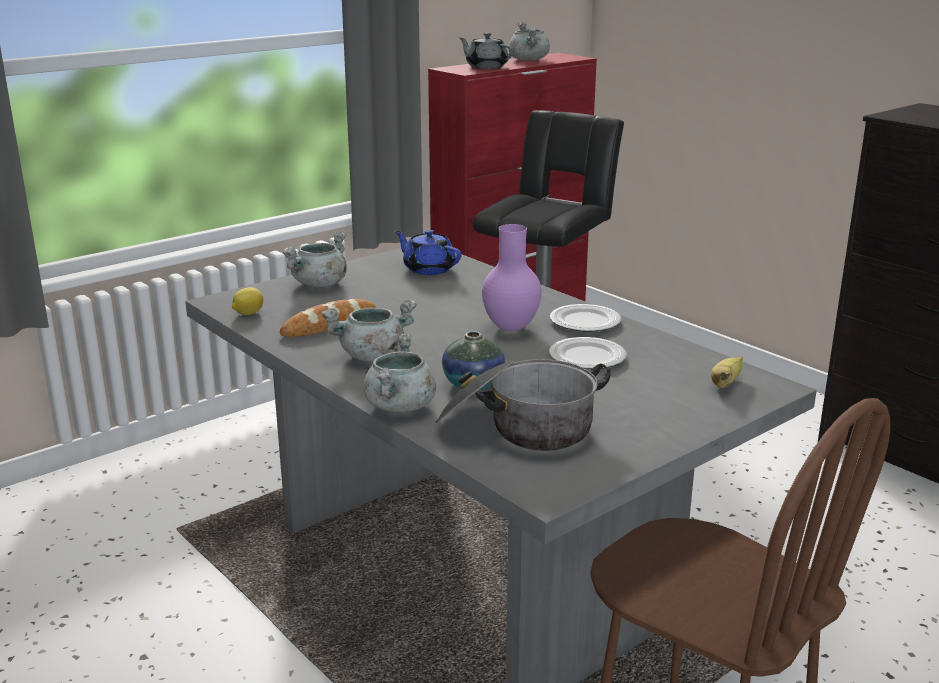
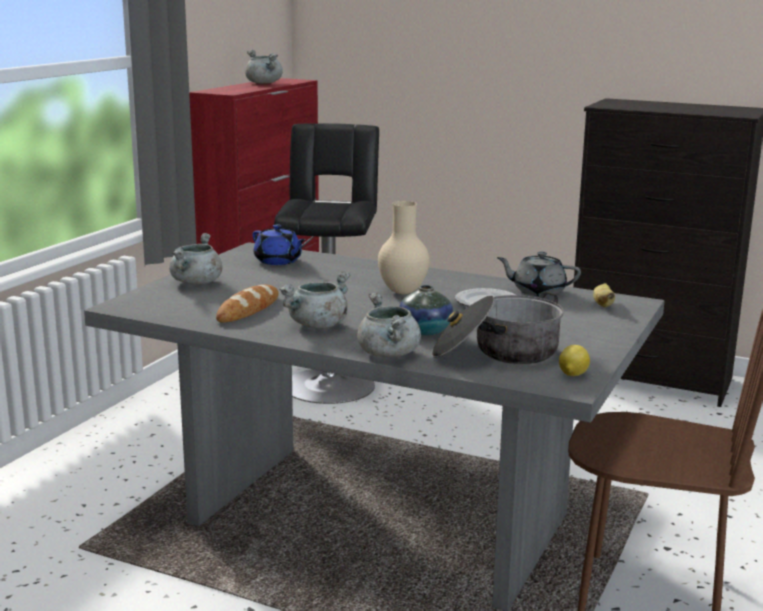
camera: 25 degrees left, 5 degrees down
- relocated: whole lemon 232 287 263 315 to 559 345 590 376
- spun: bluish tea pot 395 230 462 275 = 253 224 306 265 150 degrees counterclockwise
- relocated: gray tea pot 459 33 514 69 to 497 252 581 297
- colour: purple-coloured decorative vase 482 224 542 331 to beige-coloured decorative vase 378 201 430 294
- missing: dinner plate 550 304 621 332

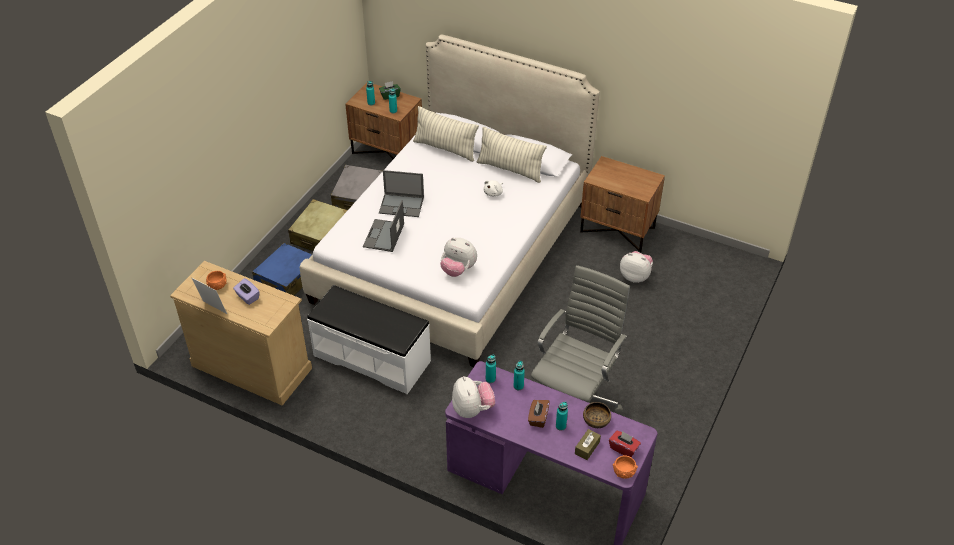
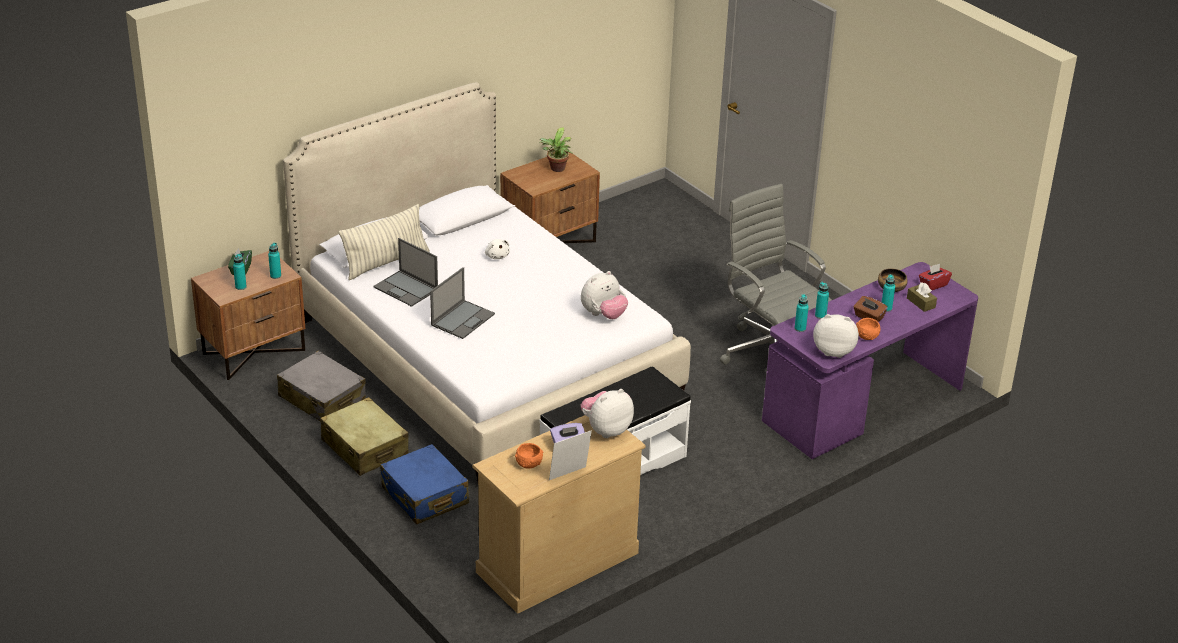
camera: 65 degrees left, 10 degrees down
- relocated: laptop 363 200 404 252 to 374 238 438 307
- missing: pillow 476 127 547 183
- relocated: orangey bowl 613 455 638 479 to 856 318 880 340
- relocated: cuddly toy 620 251 653 283 to 580 389 634 438
- appeared: plant in a pot 539 127 573 172

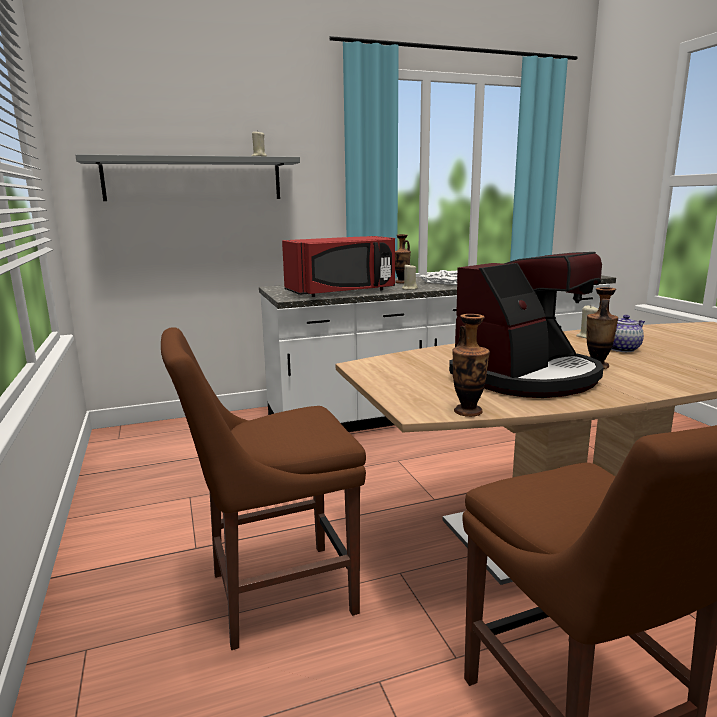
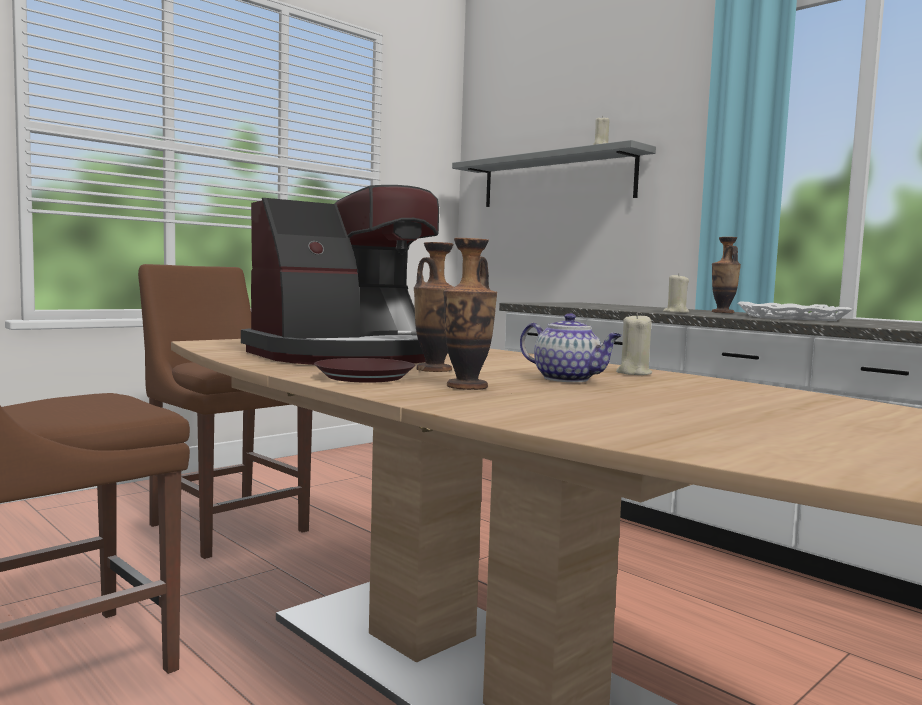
camera: 65 degrees right, 10 degrees down
- missing: reddish kitchen microwave 282 236 395 297
- spun: coffee brewer 449 252 604 398 = 241 185 439 365 60 degrees counterclockwise
- relocated: decorative vase 452 314 490 417 to 443 238 497 390
- appeared: brownish dinner plate 314 358 415 383

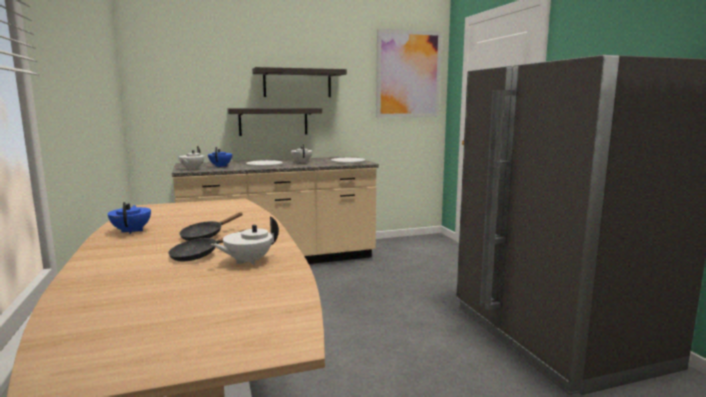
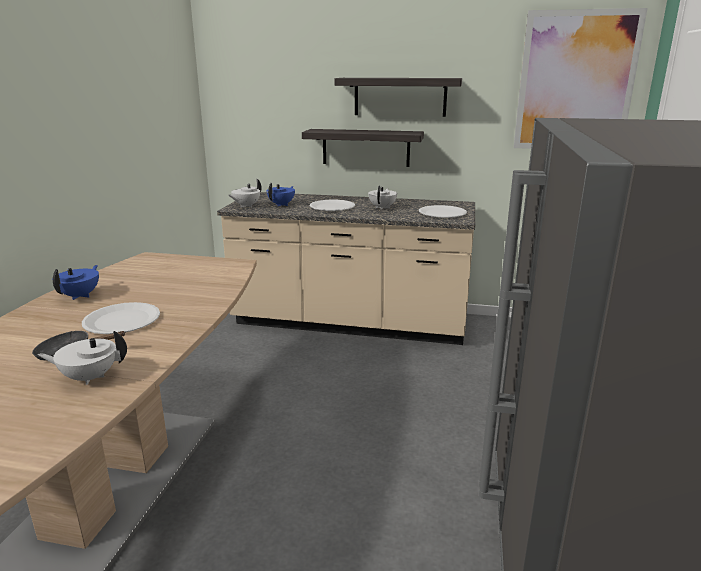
camera: 30 degrees right, 10 degrees up
- exchanged: black-coloured skillet 179 213 243 241 to whitish dinner plate 82 302 160 334

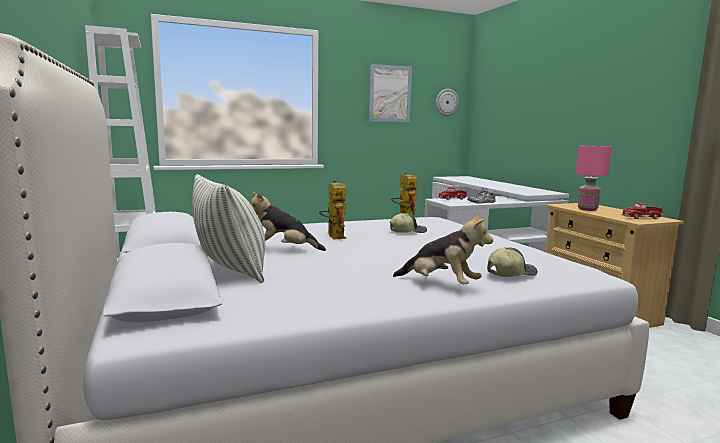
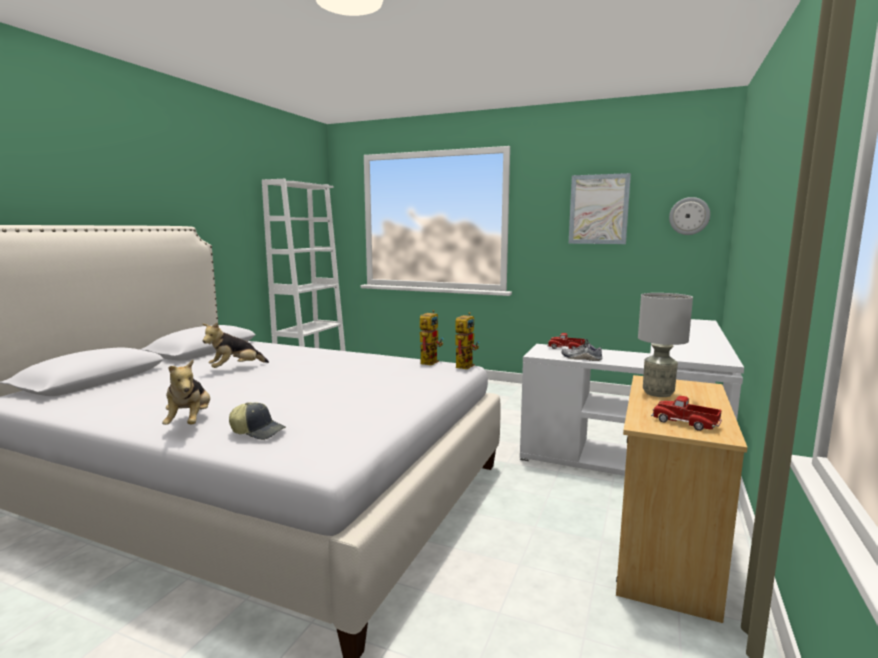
camera: 45 degrees right, 0 degrees up
- missing: pillow 192 174 265 283
- spun: cuddly toy 251 192 326 251 = 202 323 269 368 90 degrees counterclockwise
- relocated: robot figure 319 180 346 240 to 455 312 480 369
- missing: cap 390 213 427 233
- colour: pink lamp for a table 576 146 612 211 to gray lamp for a table 638 293 693 397

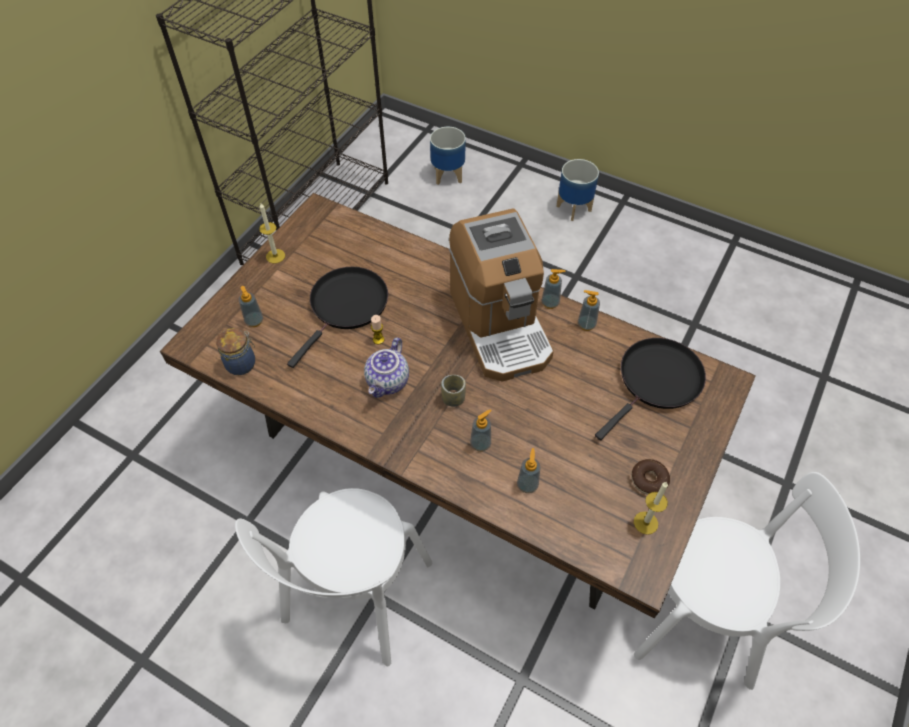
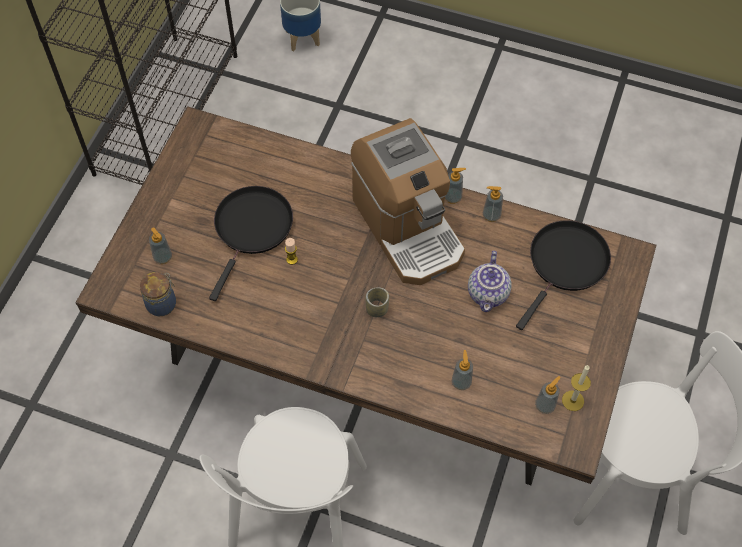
camera: 10 degrees left, 5 degrees up
- missing: wax light 259 203 285 263
- relocated: tea pot 364 338 409 398 to 468 251 512 312
- relocated: liquid soap bottle 470 409 492 452 to 535 376 560 414
- missing: planter 556 159 599 221
- missing: ring doughnut 631 459 670 495

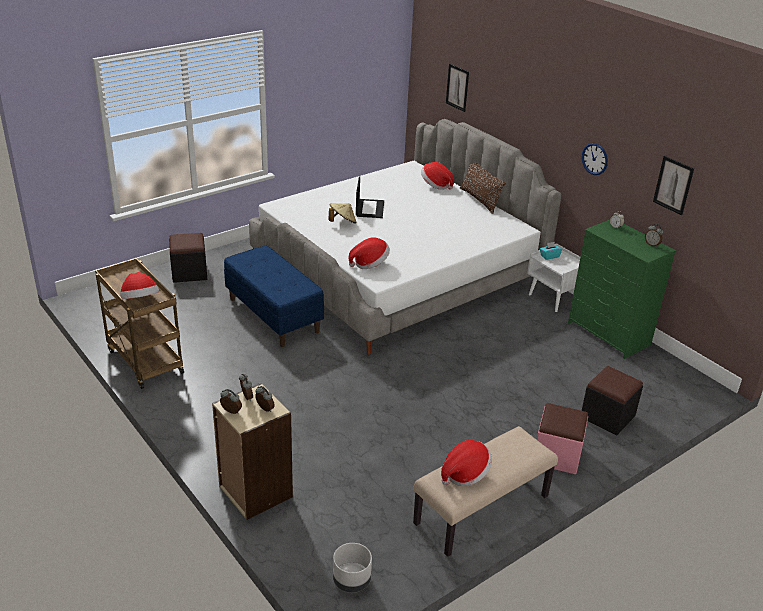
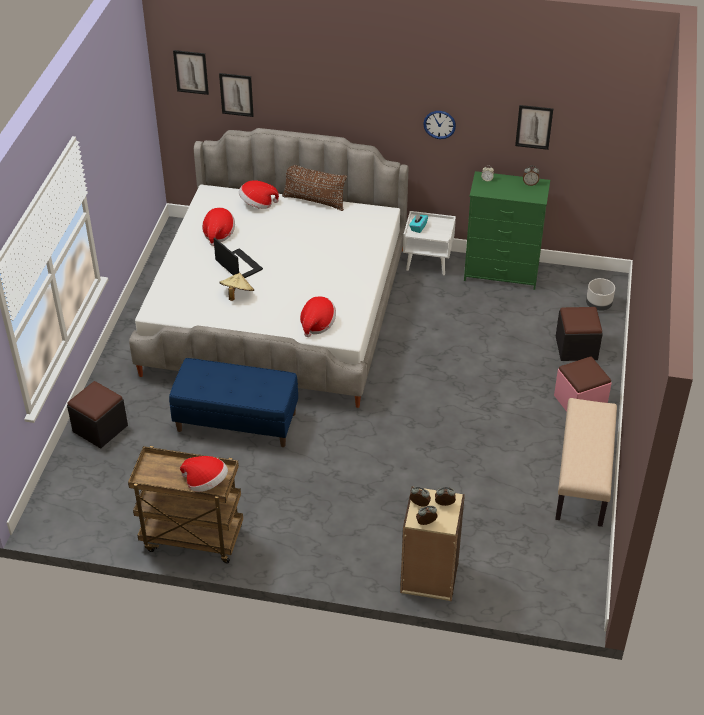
camera: 40 degrees left, 10 degrees up
- relocated: gray planter 333 543 372 593 to 586 278 615 311
- relocated: hat 441 440 492 486 to 202 208 235 246
- appeared: picture 173 50 209 95

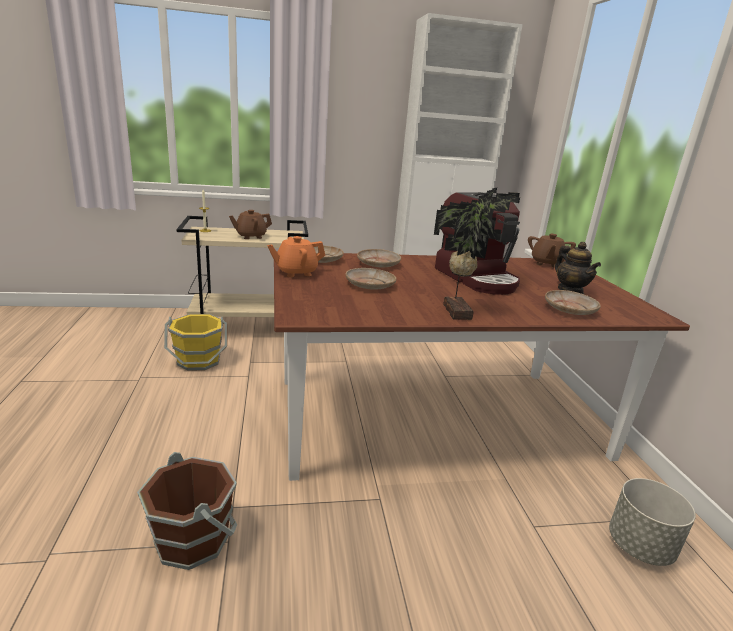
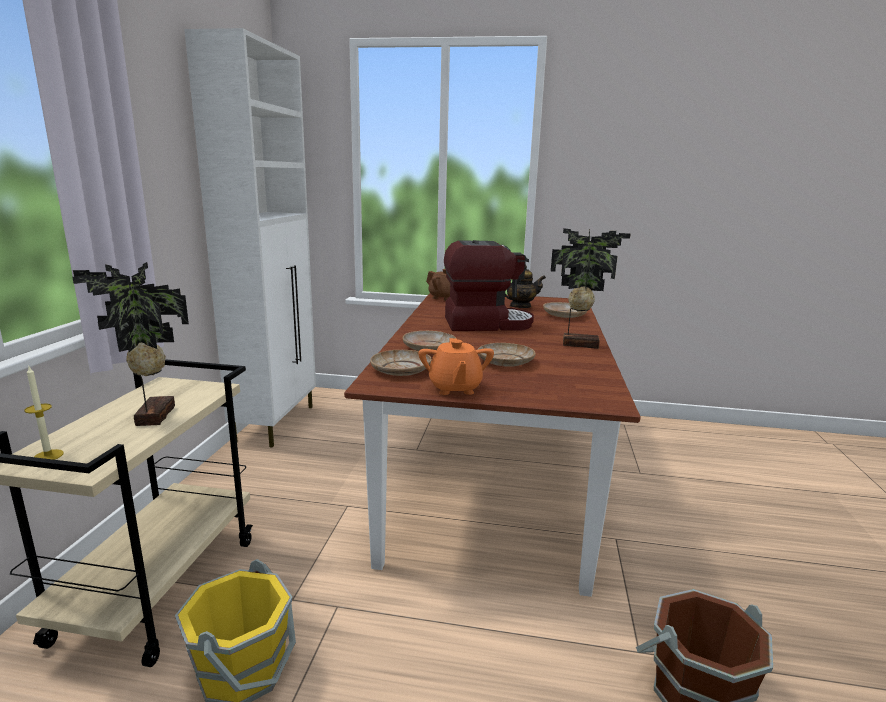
camera: 70 degrees left, 5 degrees down
- exchanged: brownish tea pot 229 210 272 239 to plant in a pot 72 262 189 426
- missing: gray planter 609 478 696 566

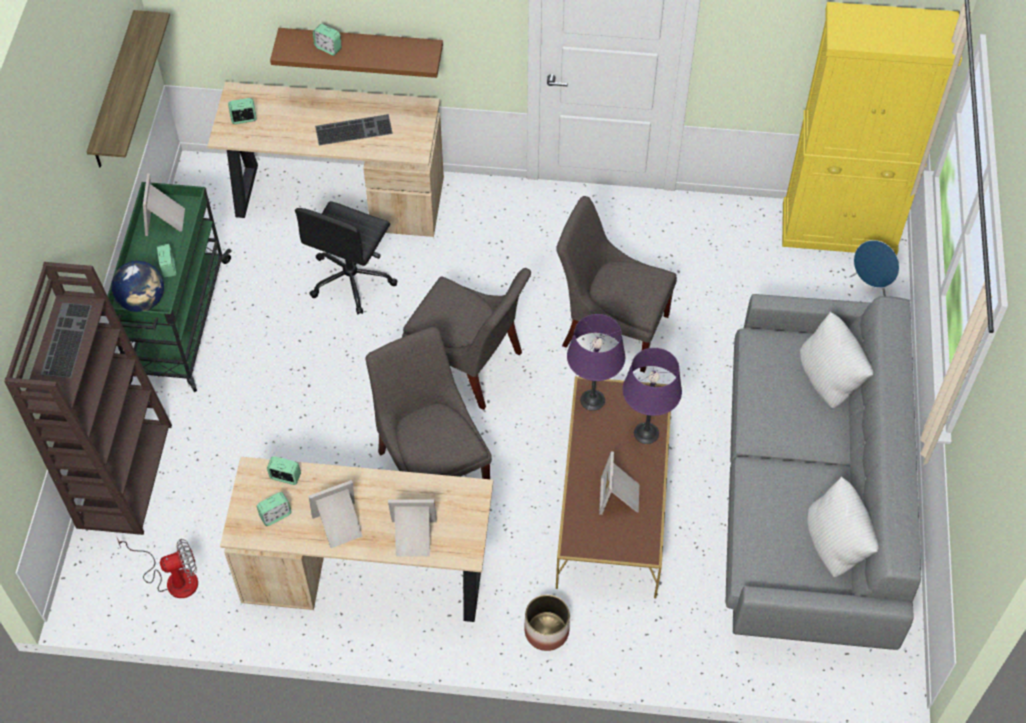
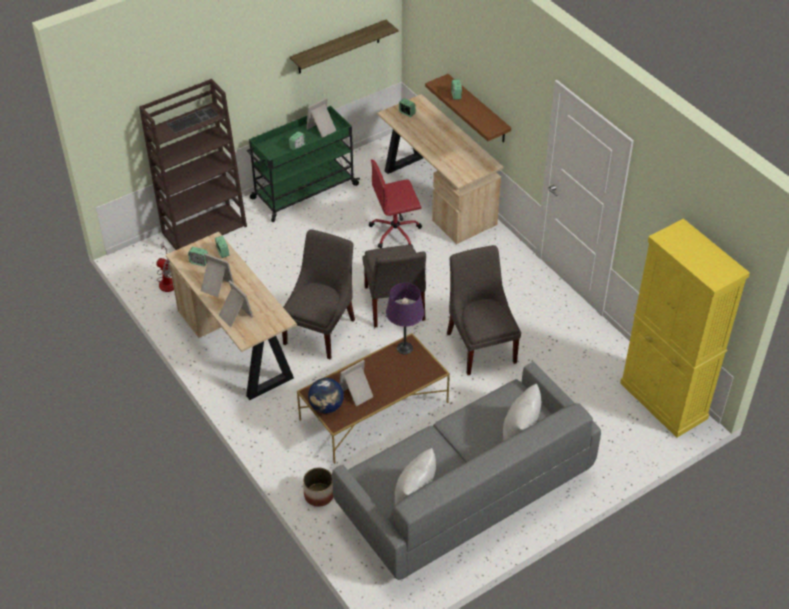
camera: 50 degrees right, 10 degrees down
- relocated: world globe 112 261 164 312 to 308 378 344 413
- colour: black-coloured computer chair 295 201 397 314 to reddish computer chair 369 159 422 248
- missing: PC keyboard 315 114 393 145
- relocated: planter 524 594 570 651 to 303 468 333 507
- missing: purple-coloured lamp for a table 623 348 682 444
- missing: bluish speaker 850 240 899 296

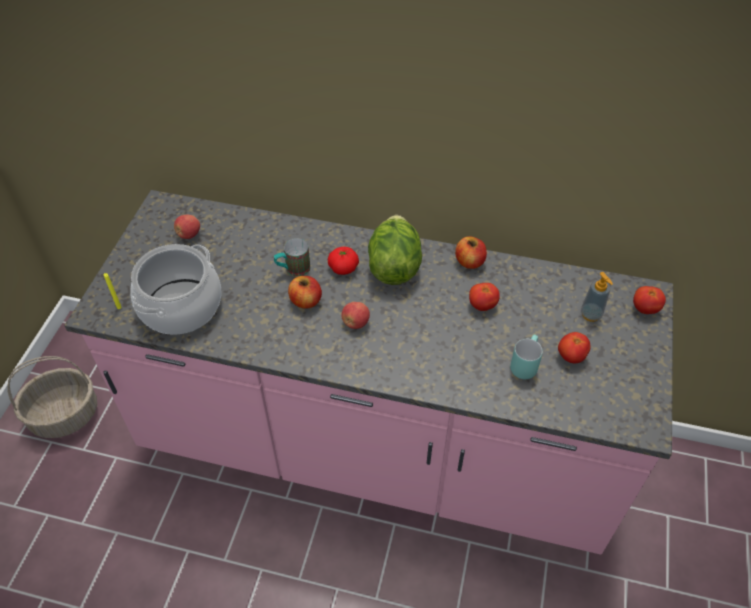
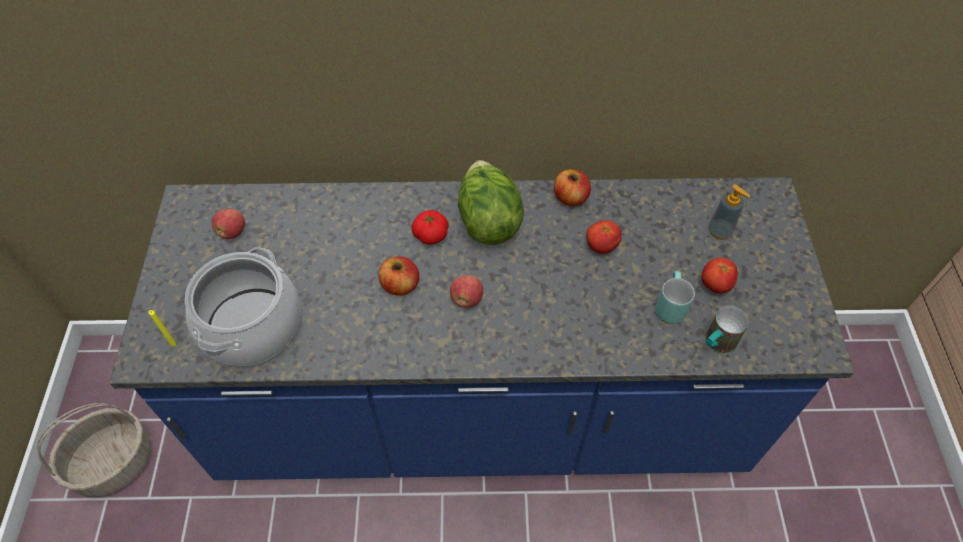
camera: 15 degrees left, 5 degrees up
- colour: pink counter 64 190 673 555 to bluish counter 109 177 854 480
- relocated: tea mug 274 238 310 277 to 706 306 749 354
- missing: tomato 633 286 666 314

